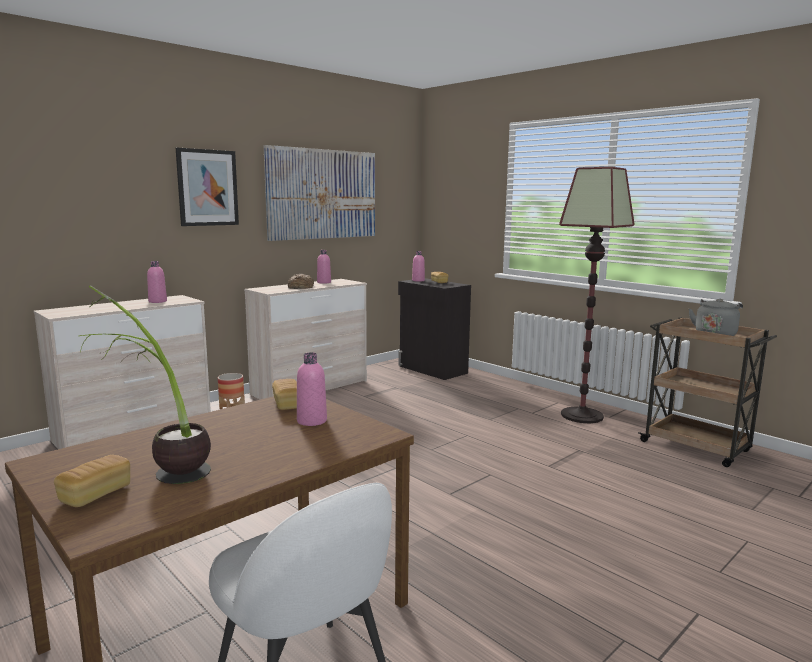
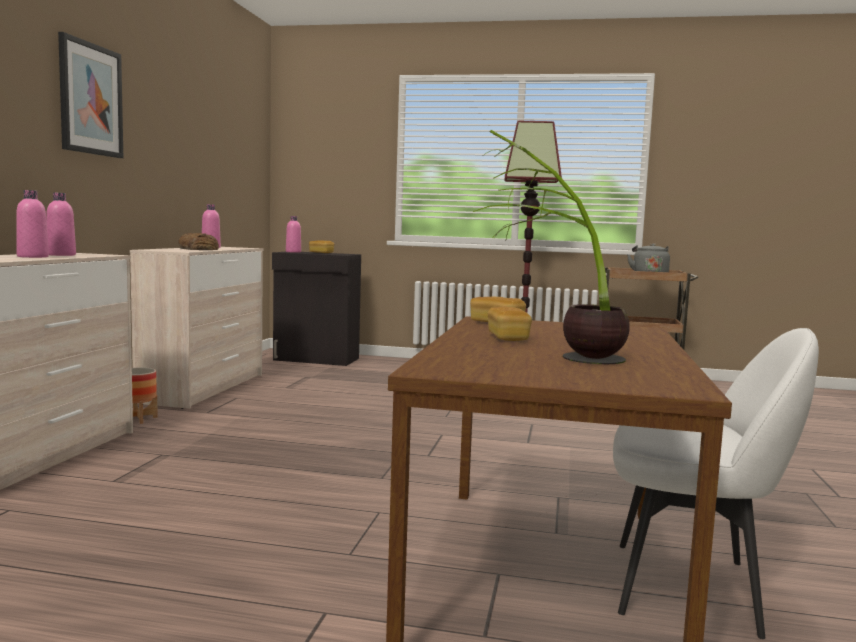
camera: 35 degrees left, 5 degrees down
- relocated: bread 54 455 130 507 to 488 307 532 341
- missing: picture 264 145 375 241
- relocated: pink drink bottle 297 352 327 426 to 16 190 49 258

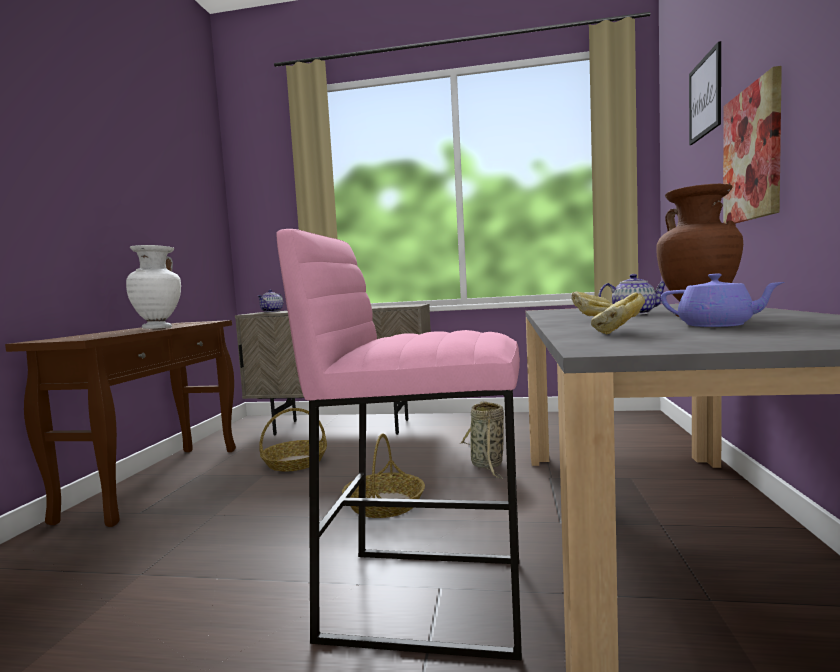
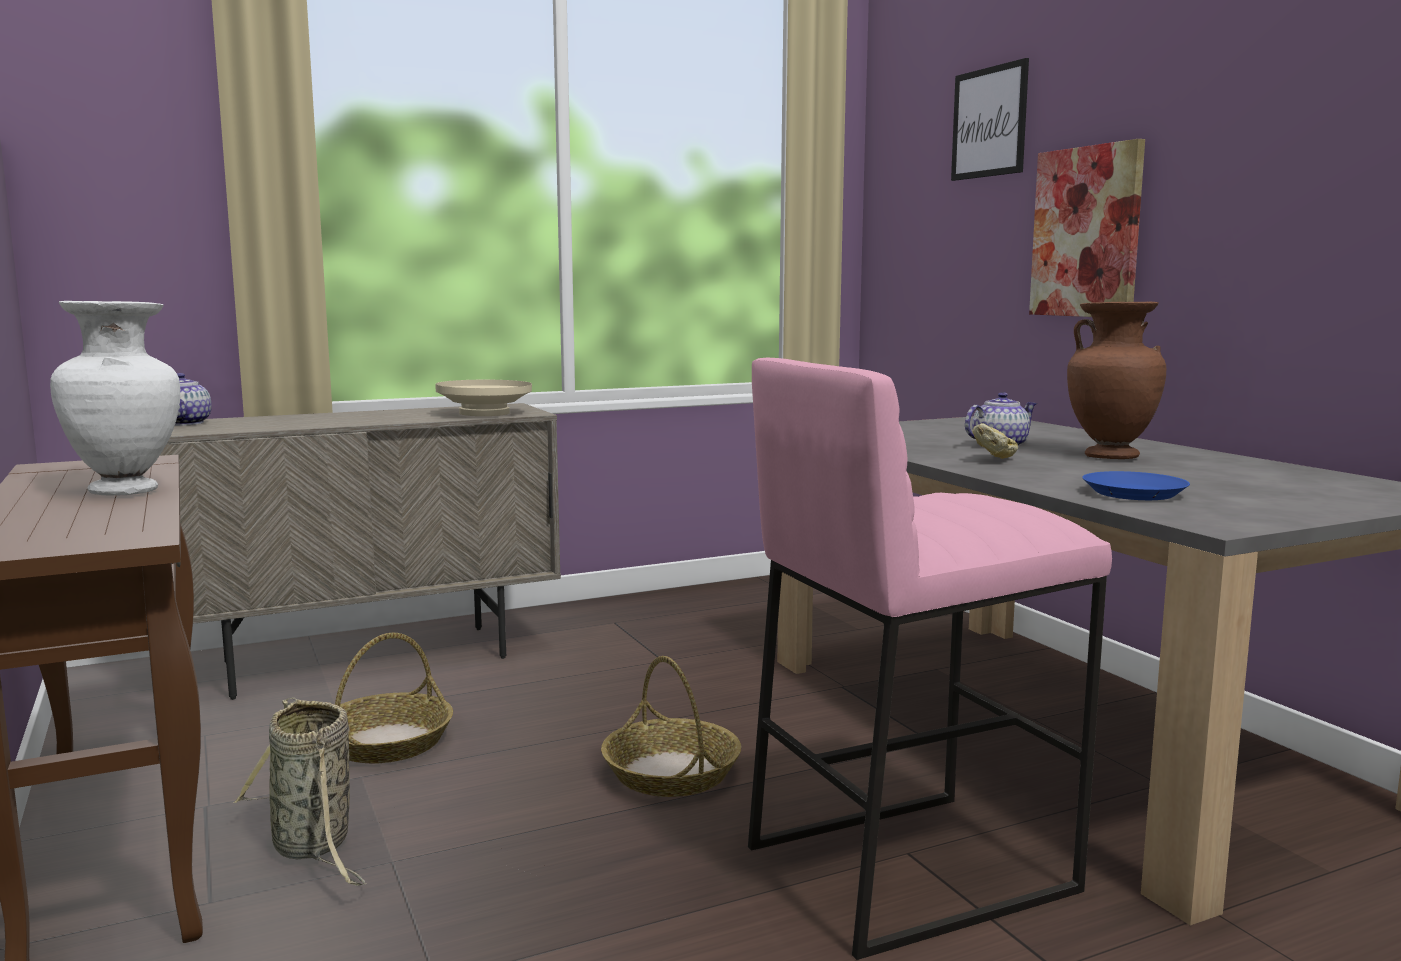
camera: 35 degrees left, 5 degrees up
- relocated: storage basket 461 401 504 479 to 233 697 367 886
- exchanged: bread 591 292 645 334 to bluish dinner plate 1082 471 1190 500
- missing: purple-coloured tea pot 661 274 784 327
- appeared: beige-coloured bowl 436 380 532 416

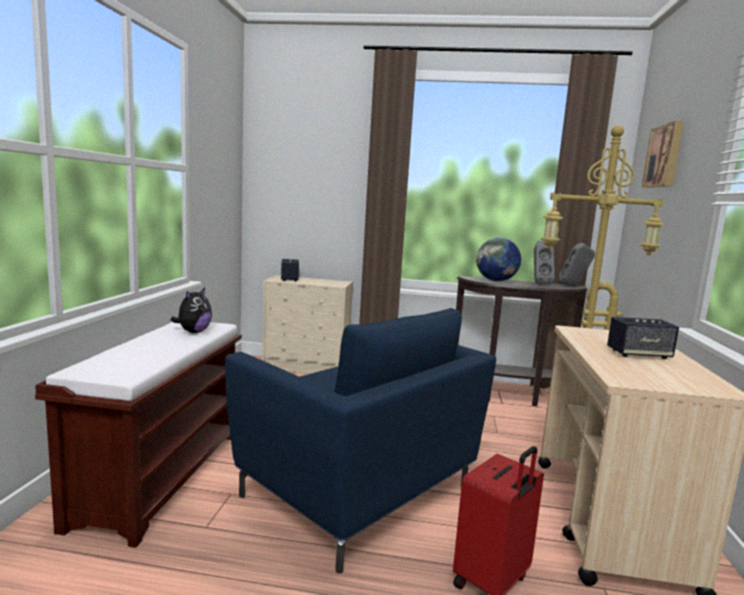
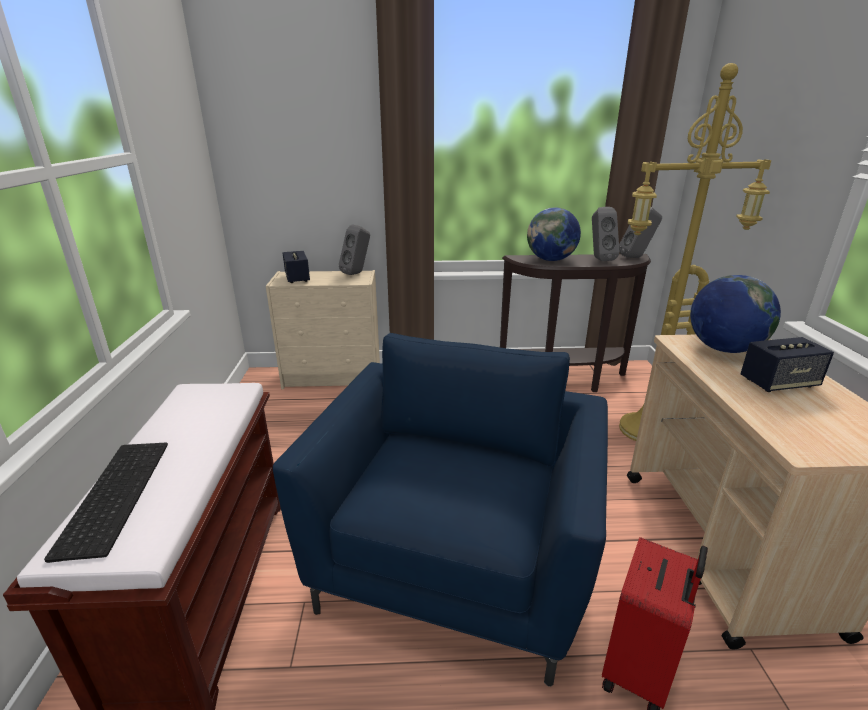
camera: 10 degrees left, 15 degrees up
- missing: cuddly toy 170 288 212 333
- spun: bluish easy chair 225 308 496 573 = 273 333 608 687 105 degrees counterclockwise
- missing: picture 642 121 684 188
- appeared: PC keyboard 44 443 168 563
- appeared: gray speaker 339 224 370 275
- appeared: world globe 690 275 781 353

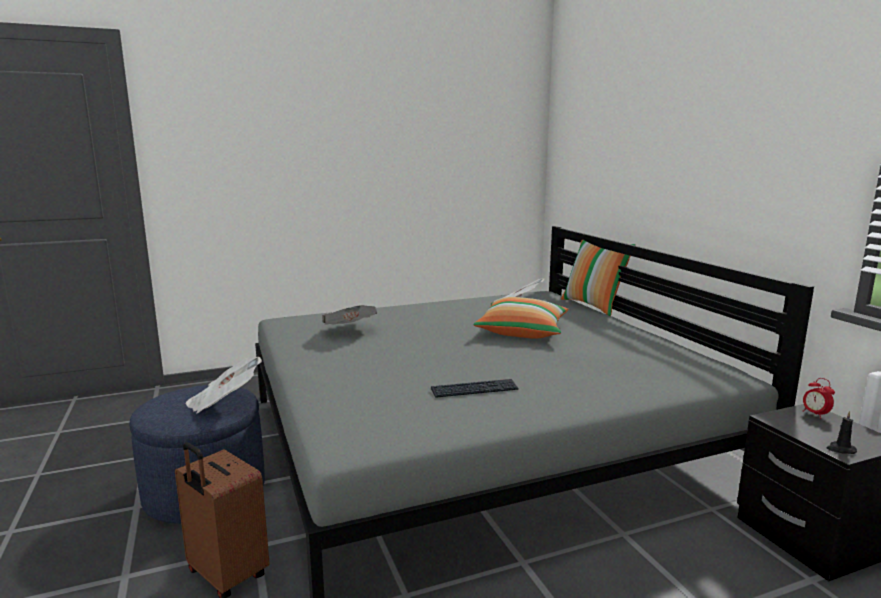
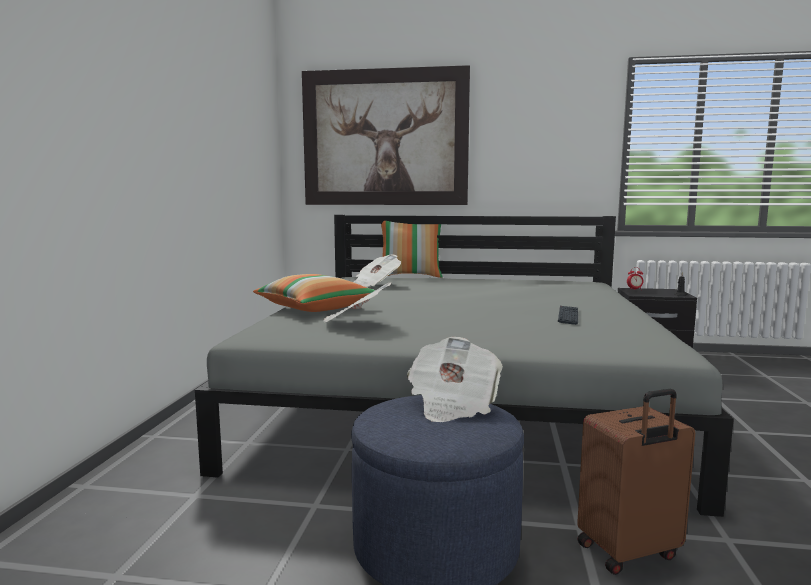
camera: 60 degrees left, 5 degrees down
- relocated: pillow 473 297 568 339 to 253 274 375 312
- appeared: picture 302 65 470 205

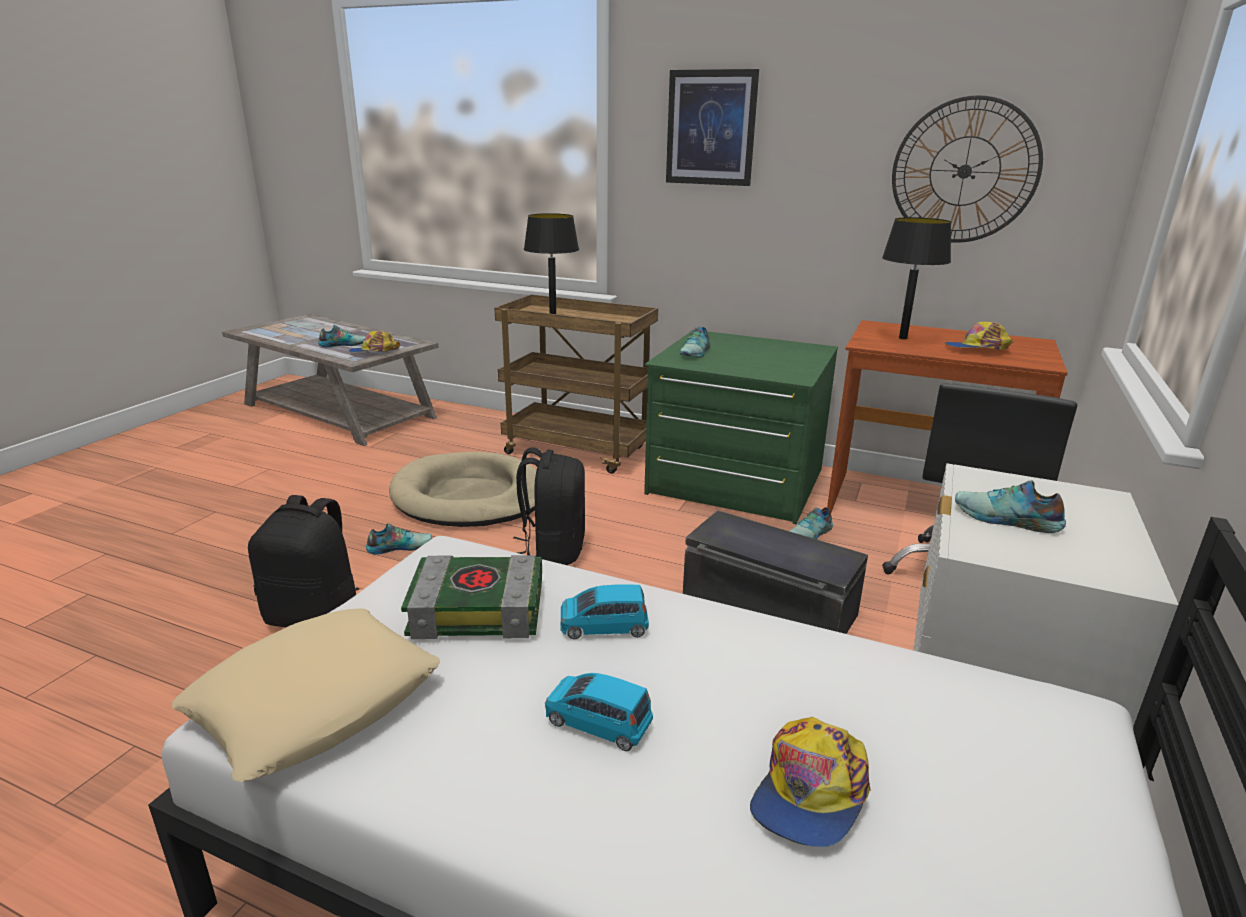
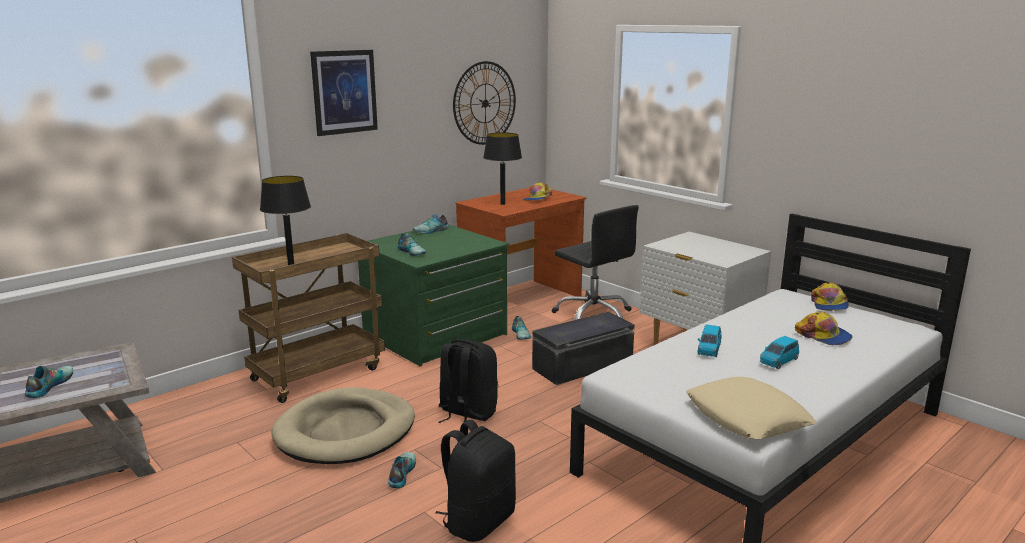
camera: 65 degrees left, 5 degrees down
- relocated: cap 349 331 400 352 to 811 283 849 310
- missing: volume 401 555 542 639
- relocated: item of footwear 955 480 1066 533 to 413 214 449 234

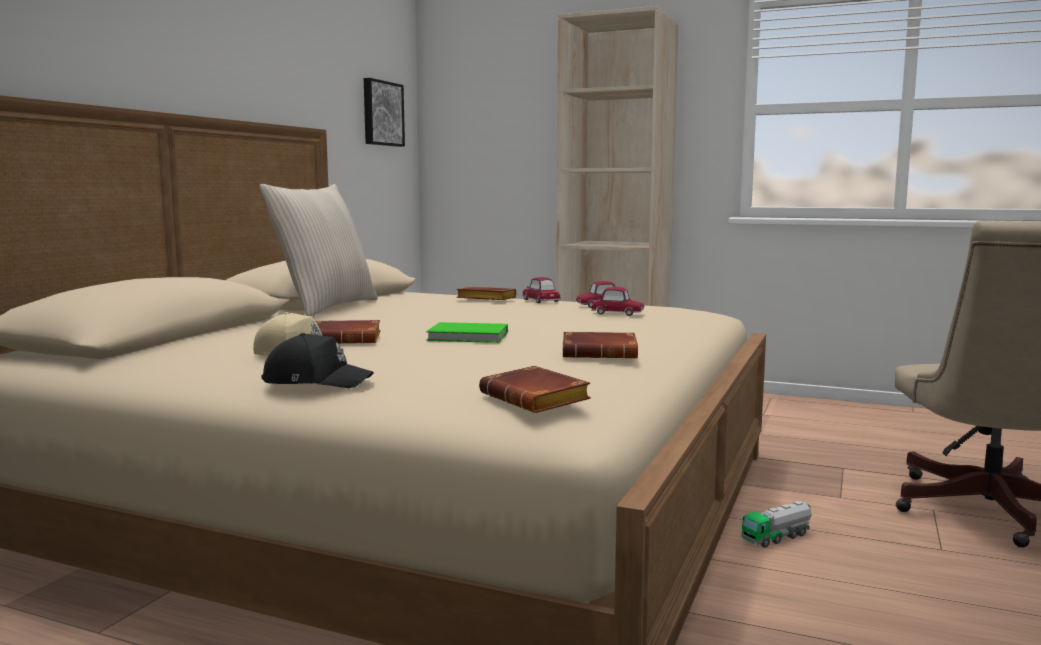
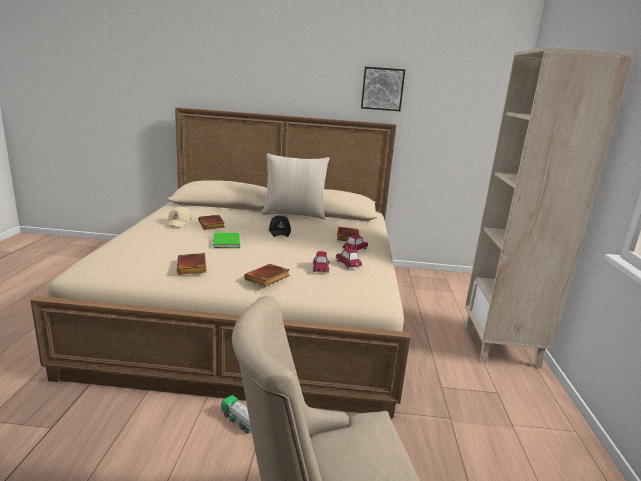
camera: 70 degrees right, 10 degrees up
- relocated: black-coloured cap 261 333 374 388 to 269 215 291 237
- relocated: picture 364 78 405 147 to 361 67 405 111
- relocated: brownish volume 479 366 591 413 to 244 264 290 287

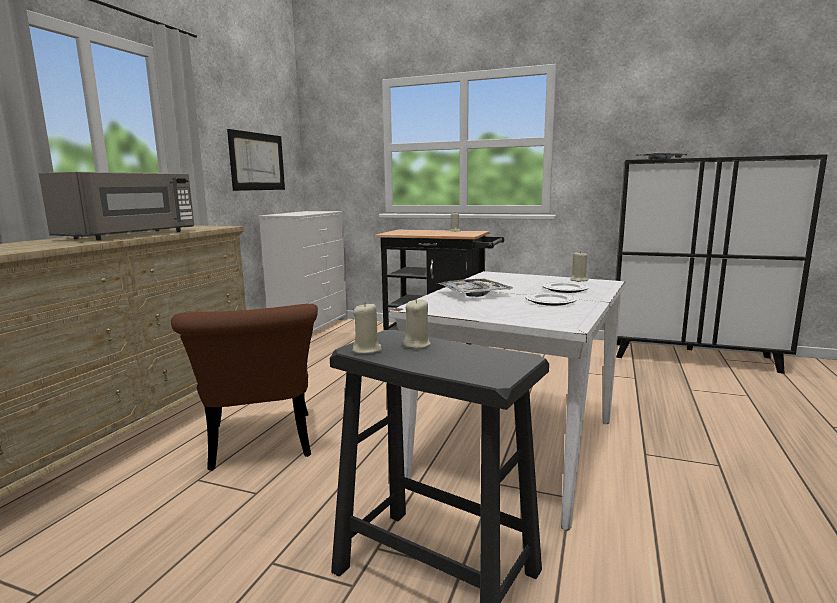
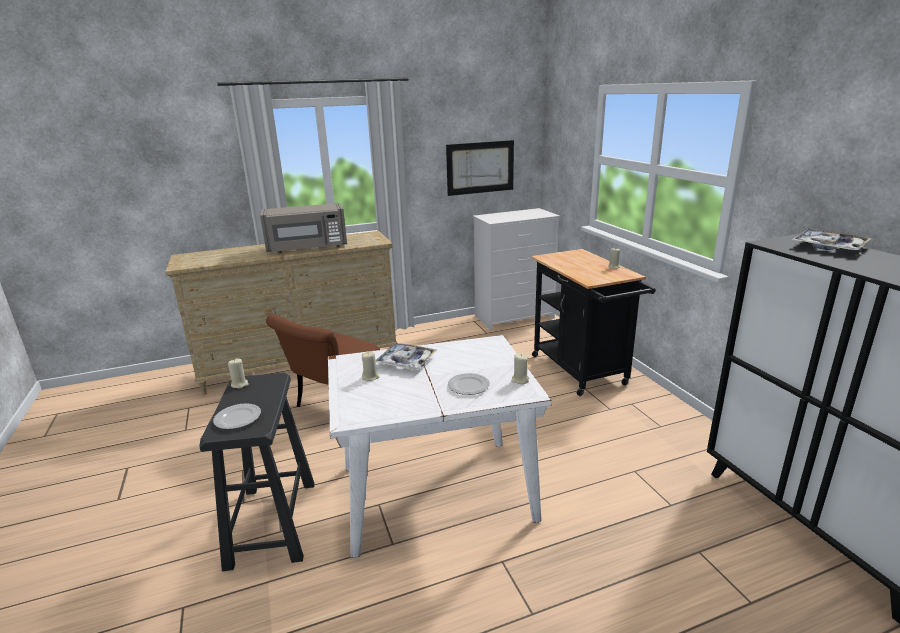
camera: 50 degrees right, 10 degrees up
- relocated: beige-coloured wax light 403 298 431 349 to 362 351 379 381
- relocated: dinner plate 525 292 577 306 to 213 403 261 429

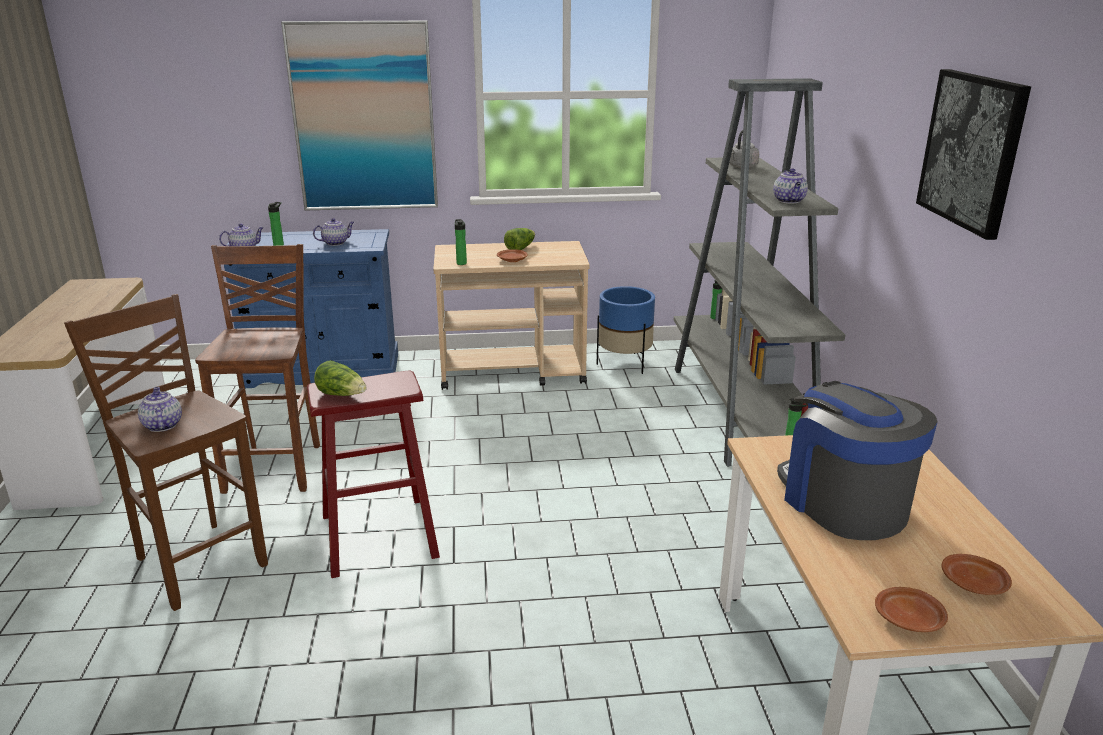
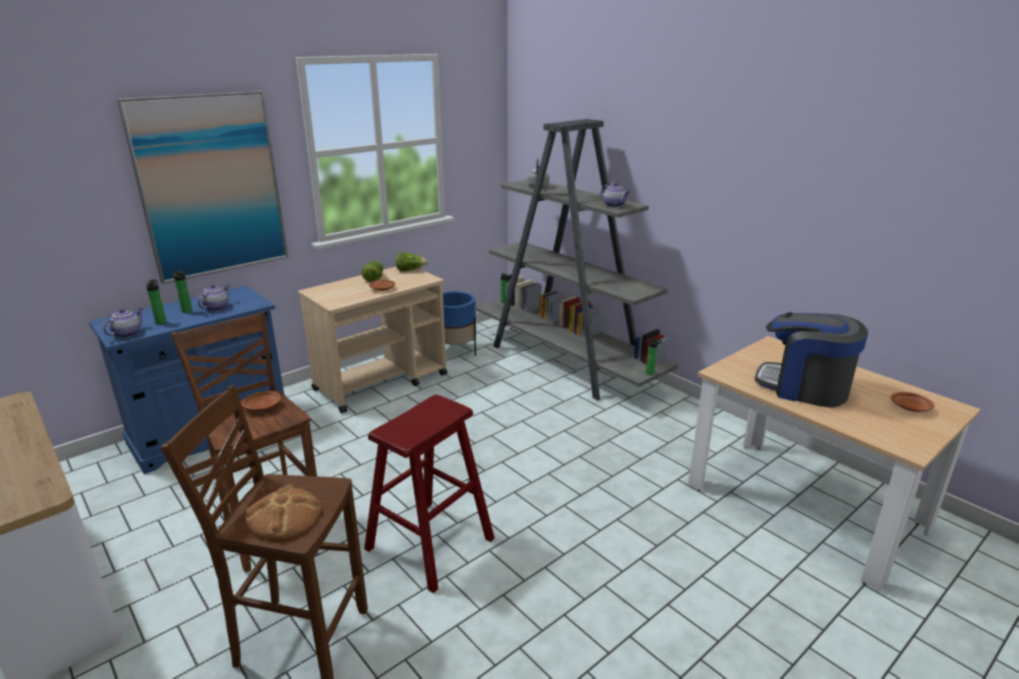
camera: 35 degrees left, 0 degrees up
- exchanged: tea pot 138 387 182 432 to bread 245 485 321 540
- relocated: lettuce head 314 360 367 396 to 396 253 428 271
- relocated: drink bottle 455 219 467 265 to 172 270 192 313
- relocated: brownish dinner plate 875 587 948 632 to 242 391 281 411
- missing: picture 916 69 1031 240

